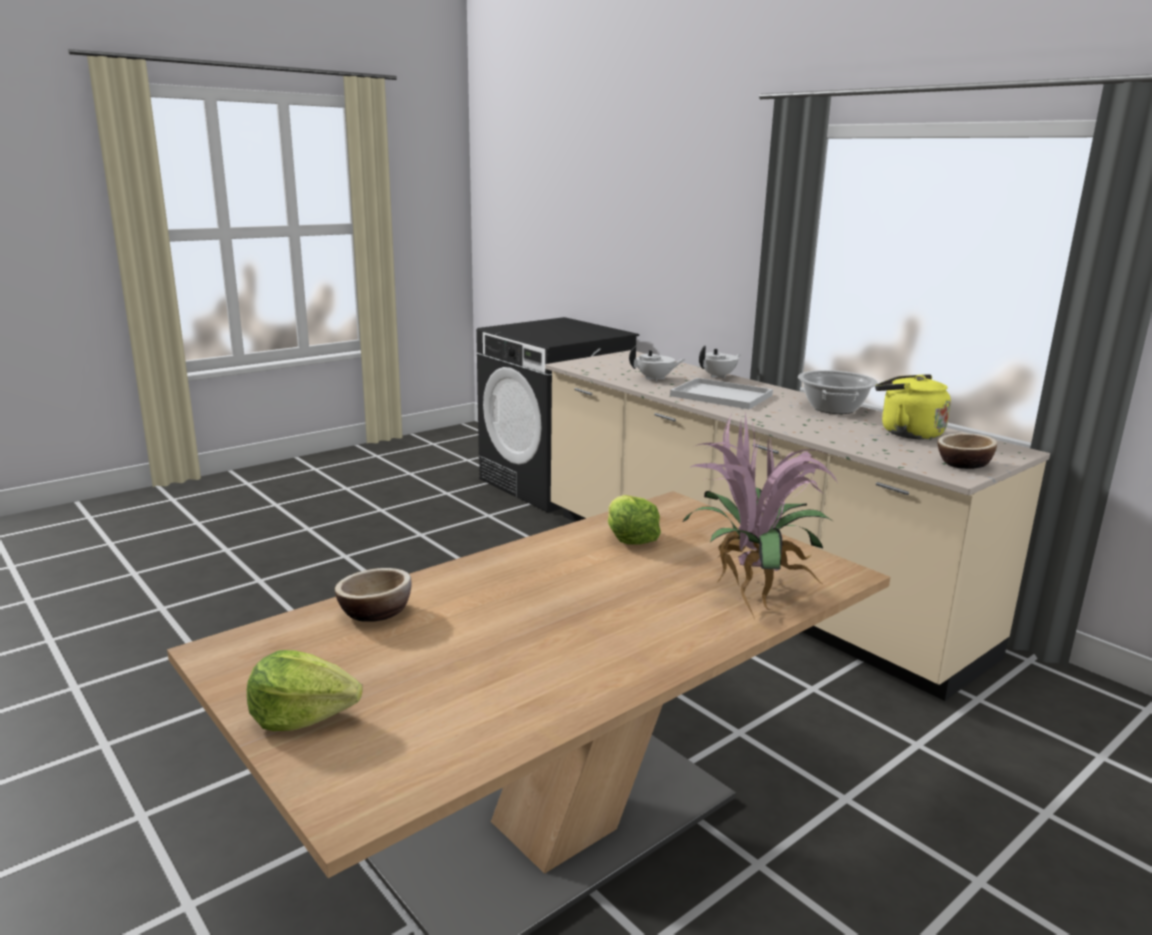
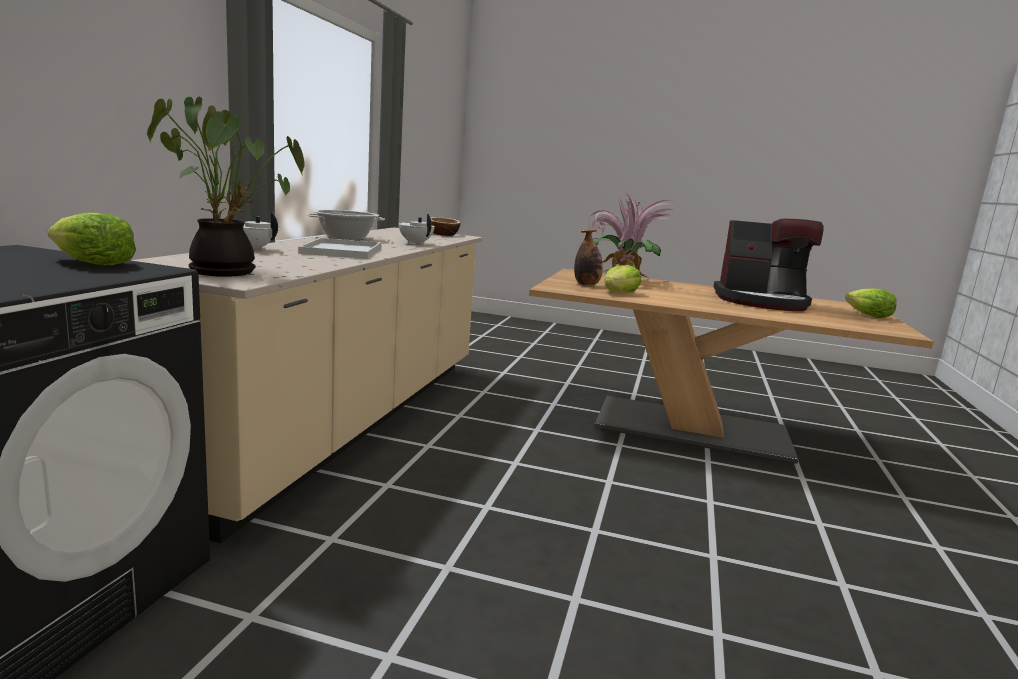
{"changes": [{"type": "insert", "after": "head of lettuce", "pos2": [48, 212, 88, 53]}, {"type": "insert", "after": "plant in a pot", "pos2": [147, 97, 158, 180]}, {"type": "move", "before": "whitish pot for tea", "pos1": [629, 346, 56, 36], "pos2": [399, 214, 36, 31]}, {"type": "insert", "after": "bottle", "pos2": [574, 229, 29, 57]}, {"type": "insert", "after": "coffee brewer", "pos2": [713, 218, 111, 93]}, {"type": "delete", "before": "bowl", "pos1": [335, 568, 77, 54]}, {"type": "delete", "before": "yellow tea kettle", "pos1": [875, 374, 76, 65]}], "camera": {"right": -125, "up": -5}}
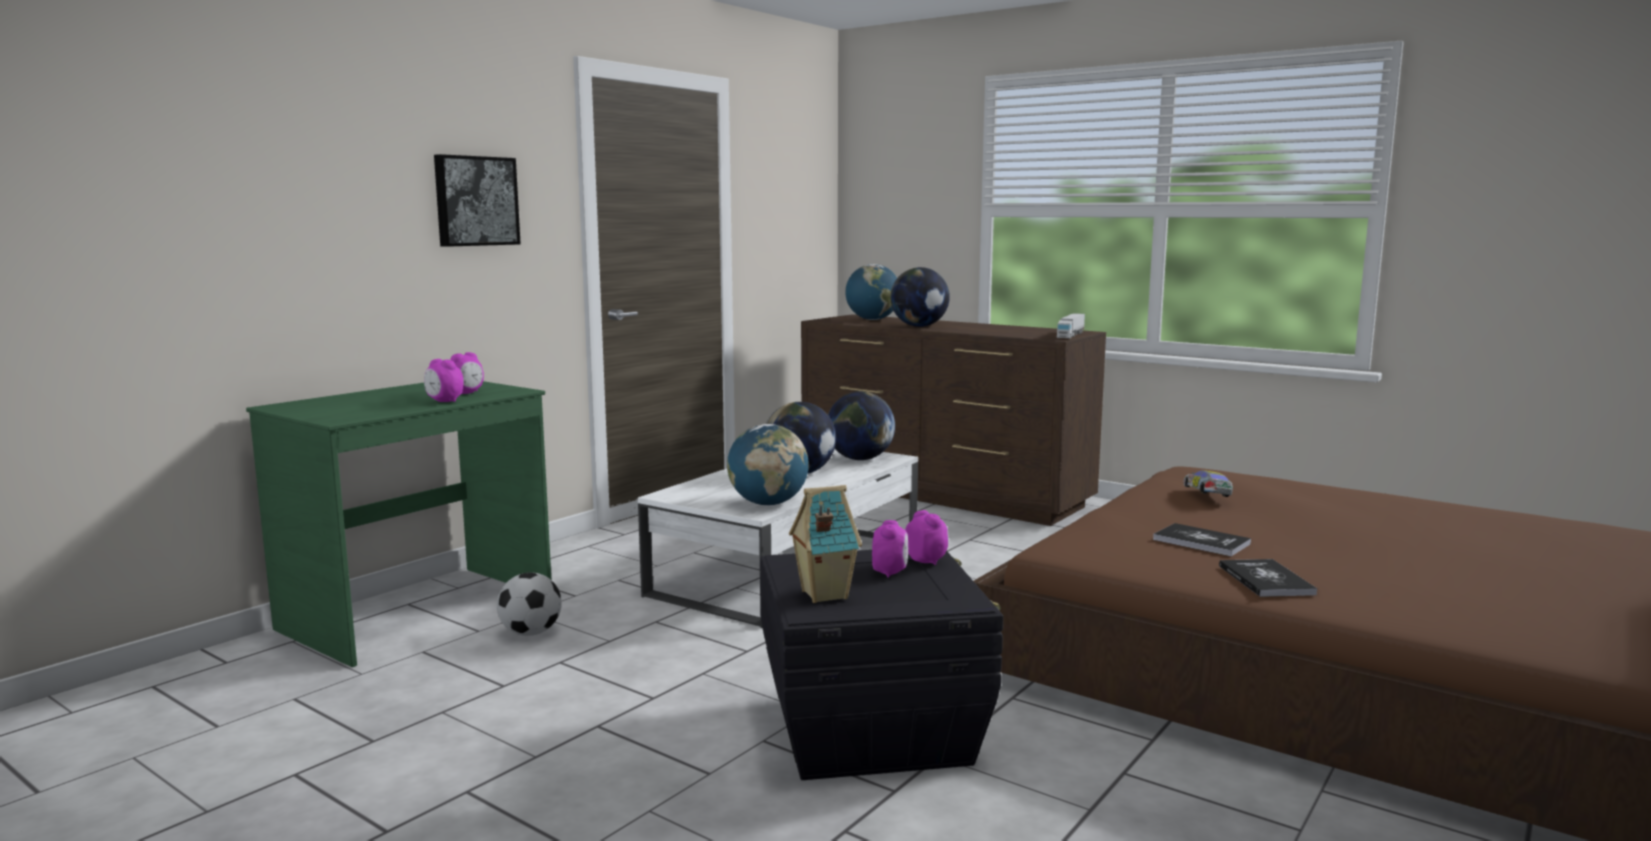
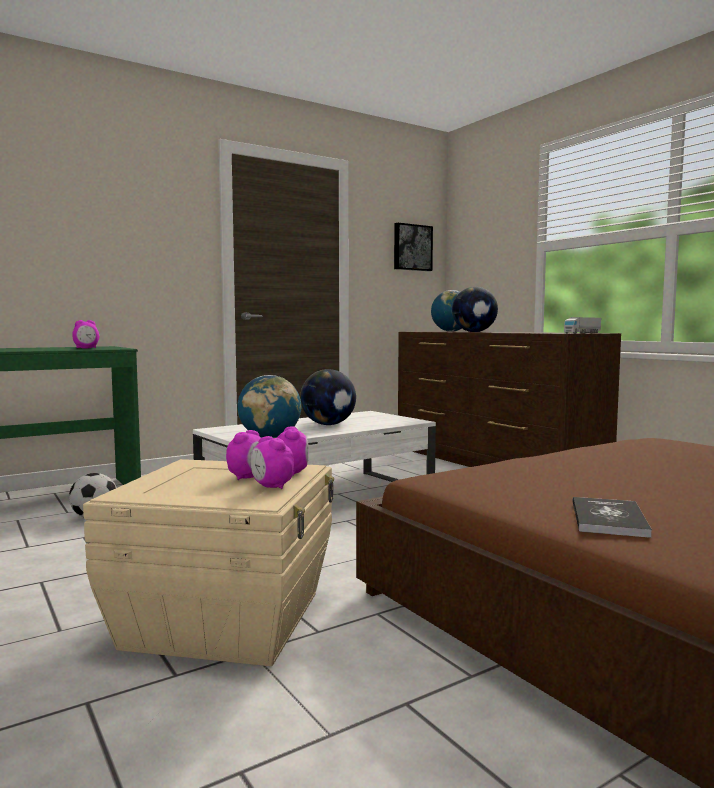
{"changes": [{"type": "recolor", "before": "black storage box", "after": "beige storage box", "pos1": [760, 550, 243, 230], "pos2": [83, 459, 251, 207]}, {"type": "move", "before": "table clock", "pos1": [424, 359, 40, 43], "pos2": [251, 436, 43, 53]}, {"type": "move", "before": "picture", "pos1": [434, 154, 87, 93], "pos2": [394, 223, 39, 48]}, {"type": "delete", "before": "model house", "pos1": [789, 485, 73, 118]}, {"type": "delete", "before": "globe", "pos1": [828, 391, 67, 69]}, {"type": "delete", "before": "book", "pos1": [1153, 523, 98, 33]}, {"type": "delete", "before": "model car", "pos1": [1184, 470, 49, 27]}], "camera": {"right": 20, "up": -5}}
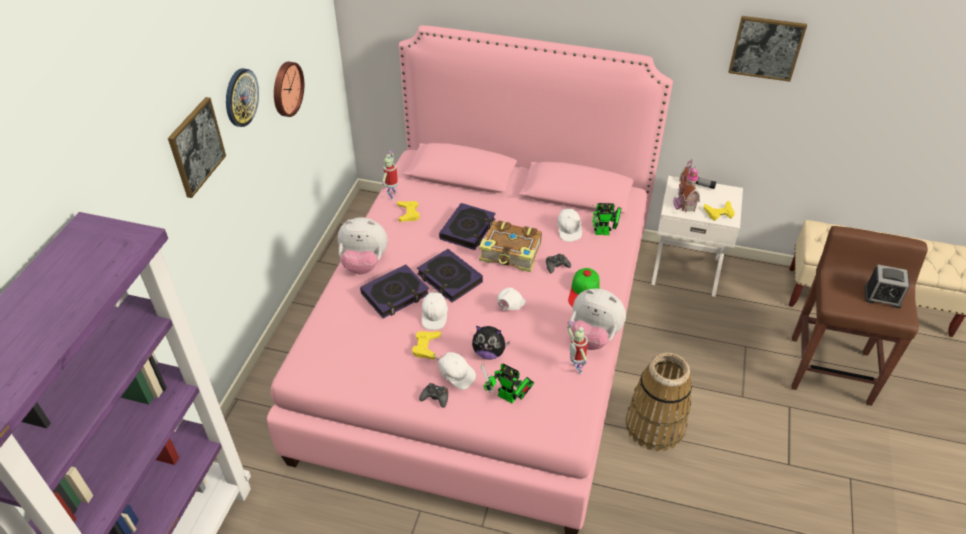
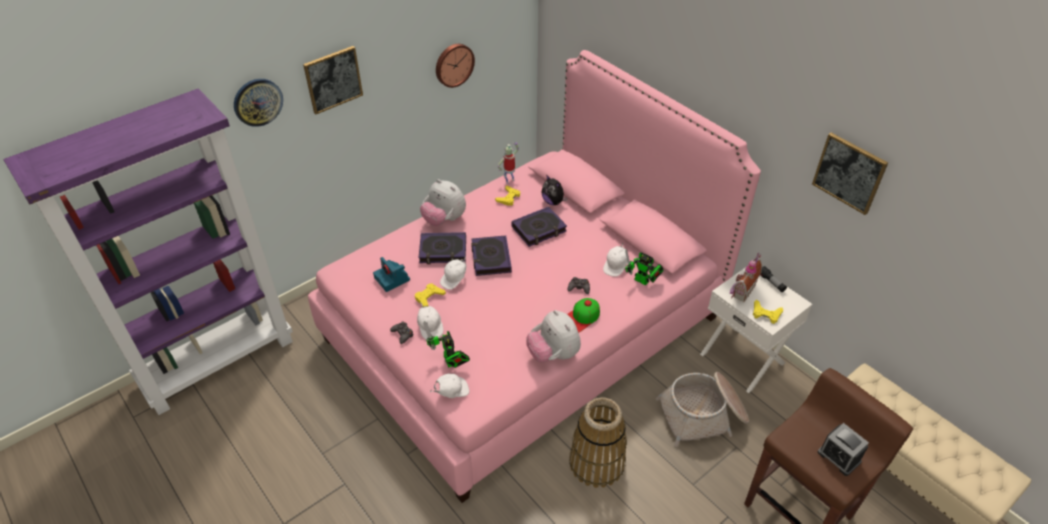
{"changes": [{"type": "move", "before": "wall clock", "pos1": [226, 68, 33, 59], "pos2": [234, 79, 49, 48]}, {"type": "insert", "after": "still camera", "pos2": [373, 257, 37, 35]}, {"type": "move", "before": "whitish peaked cap", "pos1": [497, 287, 29, 23], "pos2": [430, 374, 39, 24]}, {"type": "move", "before": "plush toy", "pos1": [472, 325, 38, 35], "pos2": [541, 175, 27, 30]}, {"type": "insert", "after": "household basket", "pos2": [656, 372, 93, 75]}, {"type": "delete", "before": "book", "pos1": [479, 220, 63, 52]}, {"type": "delete", "before": "model robot", "pos1": [567, 321, 21, 53]}], "camera": {"right": 35, "up": 0}}
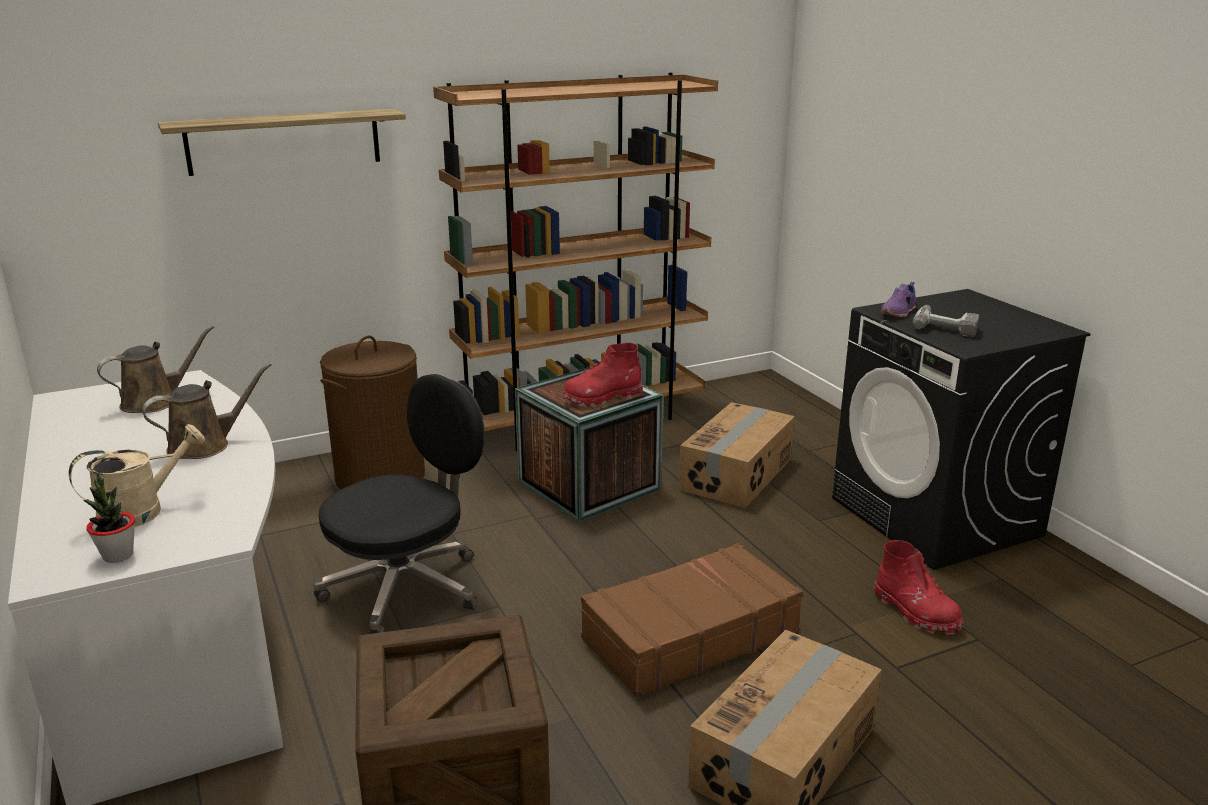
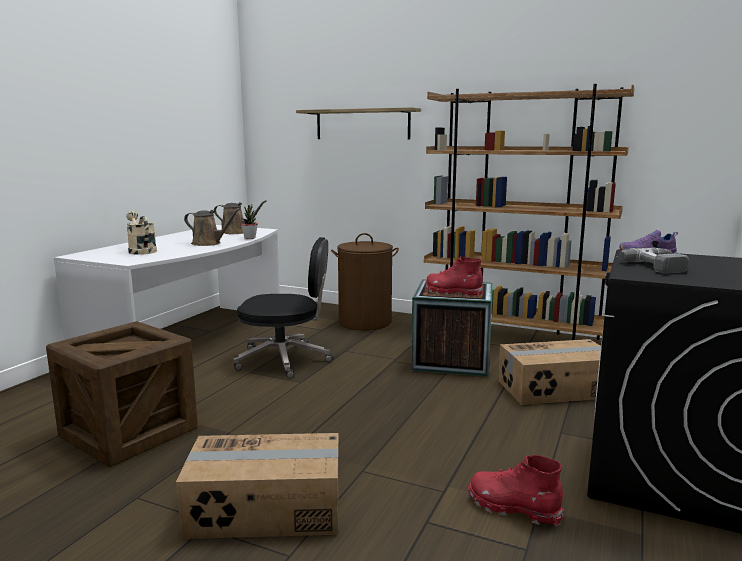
{"changes": [{"type": "rotate", "before": "beige watering can", "pos1": [69, 424, 136, 103], "pos2": [126, 211, 31, 44], "turn": -135}, {"type": "move", "before": "plant in a pot", "pos1": [84, 472, 51, 91], "pos2": [241, 205, 17, 34]}, {"type": "rotate", "before": "red-coloured tall boot", "pos1": [874, 540, 90, 95], "pos2": [468, 455, 96, 72], "turn": 105}, {"type": "delete", "before": "brownish travel case", "pos1": [581, 543, 222, 155]}], "camera": {"right": 50, "up": -10}}
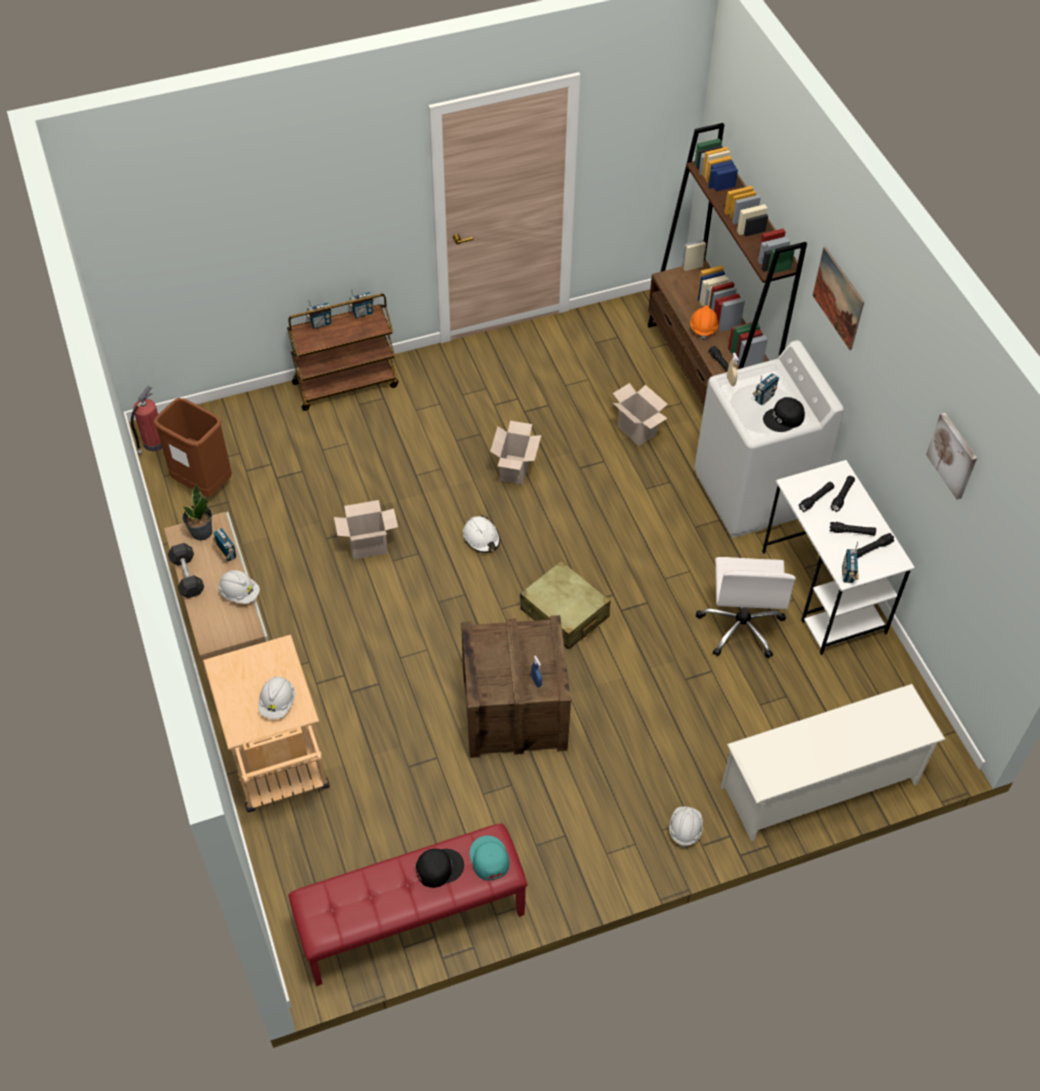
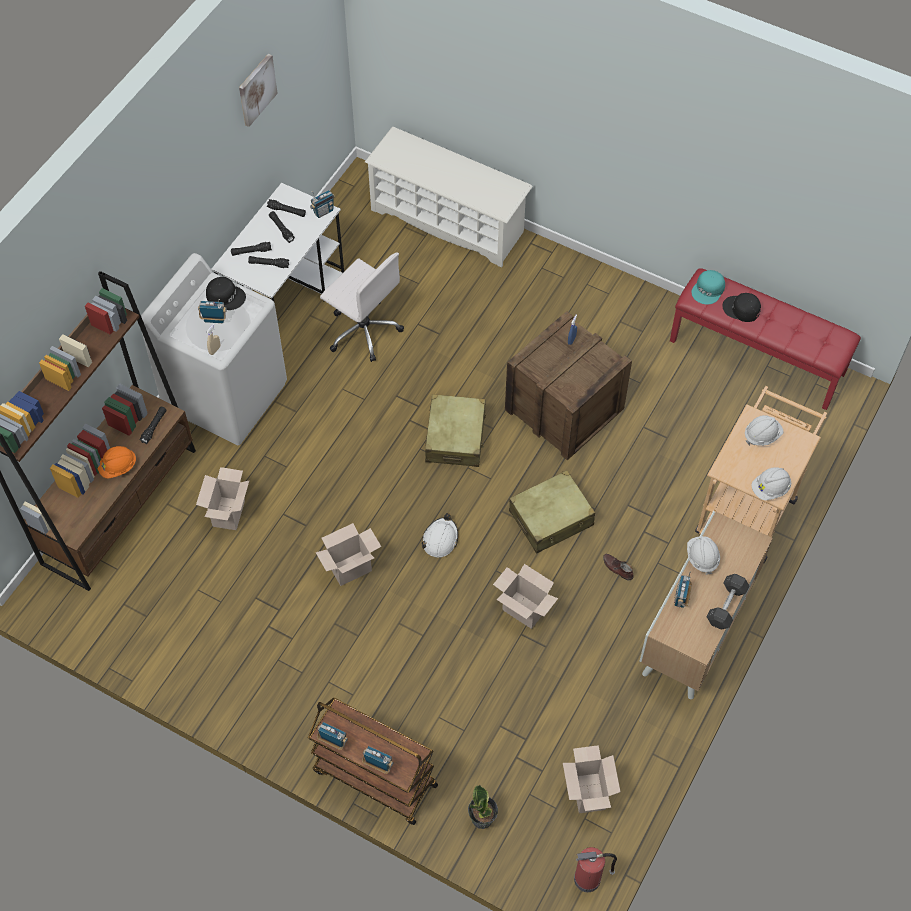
{"changes": [{"type": "rotate", "before": "whitish desk chair", "pos1": [696, 557, 100, 101], "pos2": [320, 253, 84, 109], "turn": 75}, {"type": "move", "before": "plant in a pot", "pos1": [182, 484, 30, 56], "pos2": [468, 785, 30, 44]}, {"type": "insert", "after": "beige travel case", "pos2": [509, 470, 86, 83]}, {"type": "replace", "before": "brownish waste bin", "after": "cardboard box", "pos1": [153, 398, 79, 98], "pos2": [563, 745, 58, 68]}, {"type": "insert", "after": "brownish shoe", "pos2": [603, 554, 31, 27]}, {"type": "move", "before": "whitish hard hat", "pos1": [669, 807, 34, 41], "pos2": [752, 467, 39, 33]}, {"type": "delete", "before": "picture", "pos1": [813, 247, 51, 103]}], "camera": {"right": -130, "up": 5}}
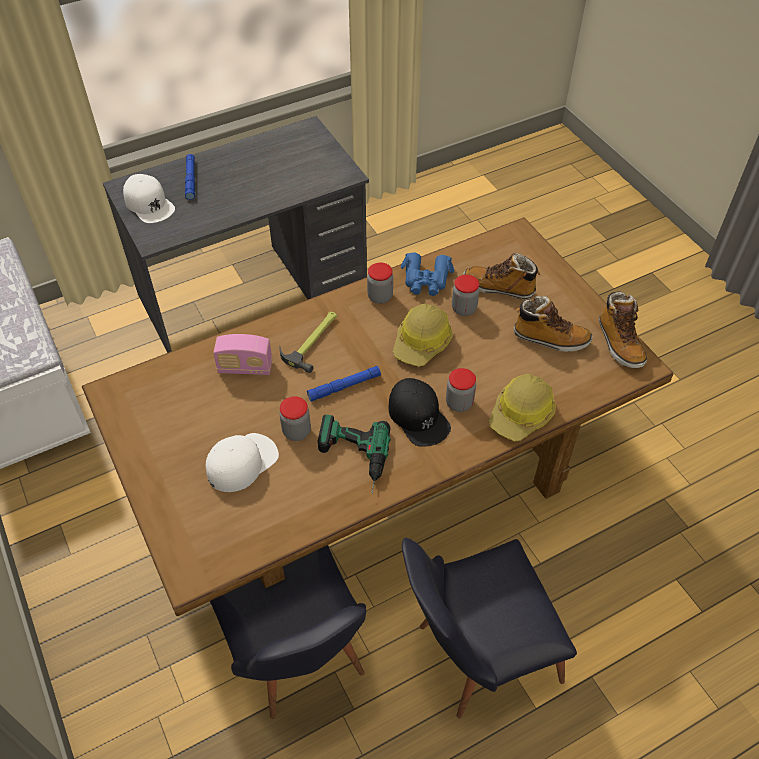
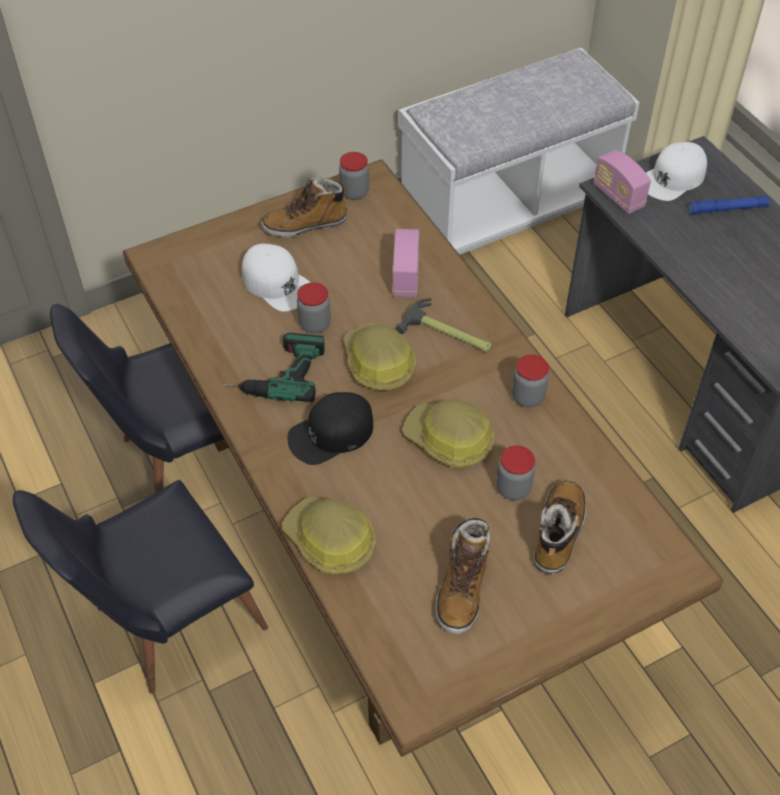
{"changes": [{"type": "rotate", "before": "black plain chair", "pos1": [402, 538, 175, 180], "pos2": [13, 480, 255, 214], "turn": -105}, {"type": "move", "before": "tall boot", "pos1": [599, 291, 48, 77], "pos2": [262, 177, 85, 60]}, {"type": "move", "before": "jar", "pos1": [446, 368, 30, 44], "pos2": [339, 152, 30, 48]}, {"type": "replace", "before": "blue-coloured torch", "after": "hard hat", "pos1": [307, 366, 74, 36], "pos2": [343, 323, 73, 67]}, {"type": "insert", "after": "radio set", "pos2": [593, 150, 58, 64]}, {"type": "delete", "before": "blue-coloured pair of binoculars", "pos1": [401, 253, 53, 43]}], "camera": {"right": 90, "up": 0}}
